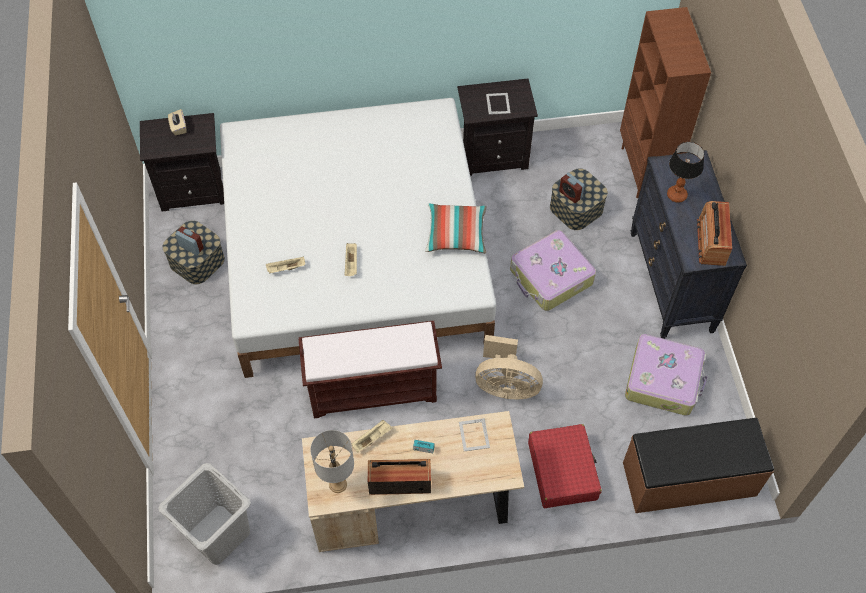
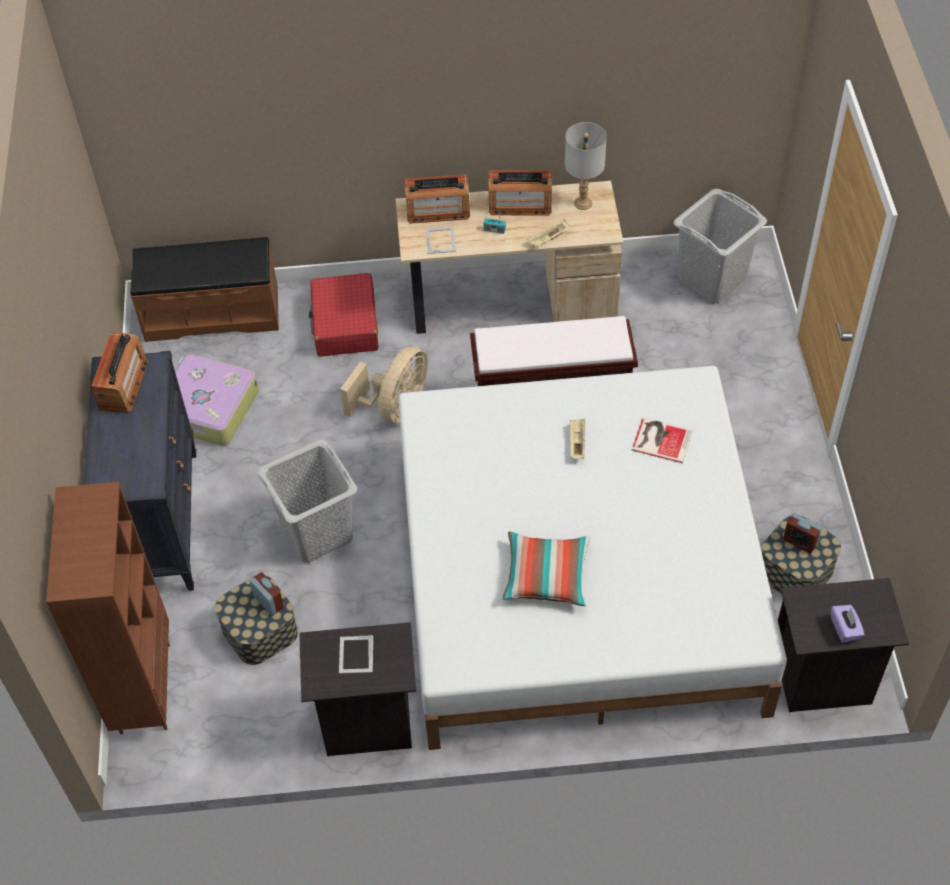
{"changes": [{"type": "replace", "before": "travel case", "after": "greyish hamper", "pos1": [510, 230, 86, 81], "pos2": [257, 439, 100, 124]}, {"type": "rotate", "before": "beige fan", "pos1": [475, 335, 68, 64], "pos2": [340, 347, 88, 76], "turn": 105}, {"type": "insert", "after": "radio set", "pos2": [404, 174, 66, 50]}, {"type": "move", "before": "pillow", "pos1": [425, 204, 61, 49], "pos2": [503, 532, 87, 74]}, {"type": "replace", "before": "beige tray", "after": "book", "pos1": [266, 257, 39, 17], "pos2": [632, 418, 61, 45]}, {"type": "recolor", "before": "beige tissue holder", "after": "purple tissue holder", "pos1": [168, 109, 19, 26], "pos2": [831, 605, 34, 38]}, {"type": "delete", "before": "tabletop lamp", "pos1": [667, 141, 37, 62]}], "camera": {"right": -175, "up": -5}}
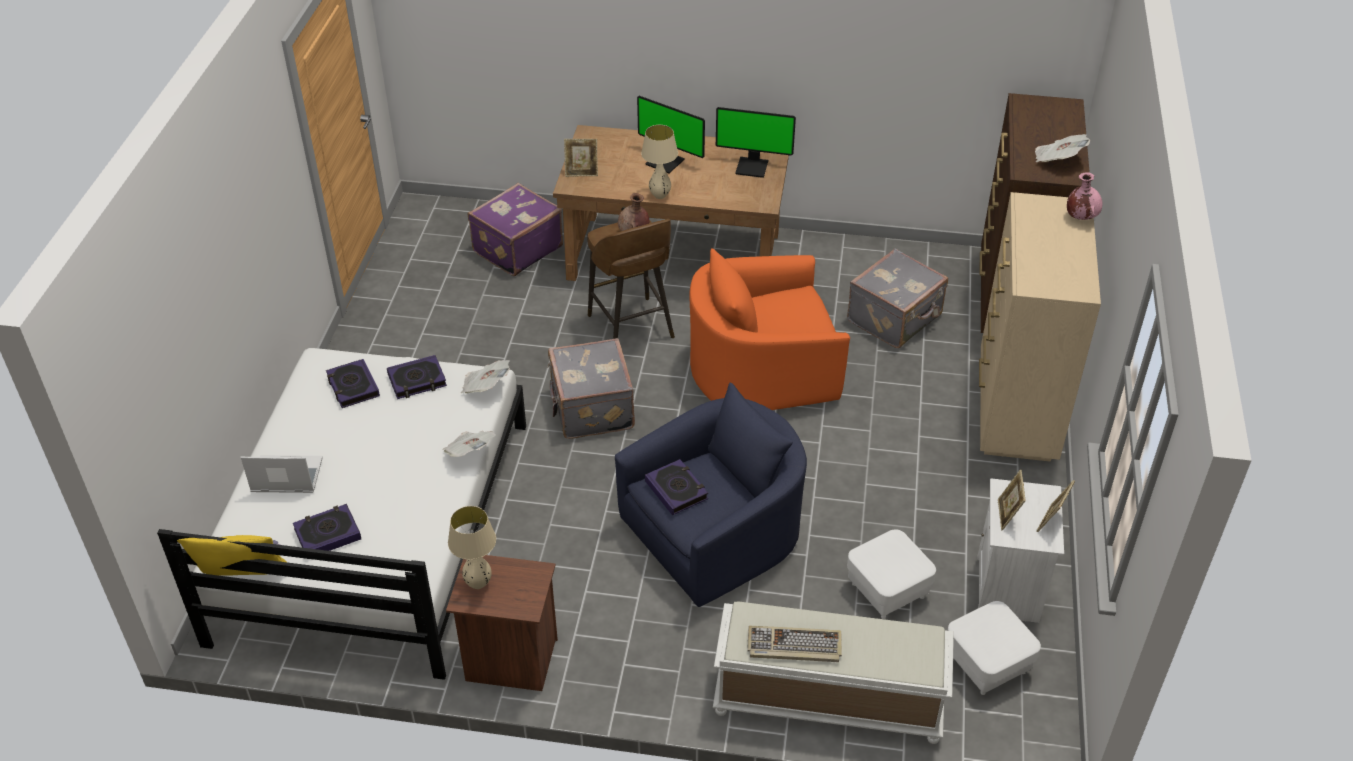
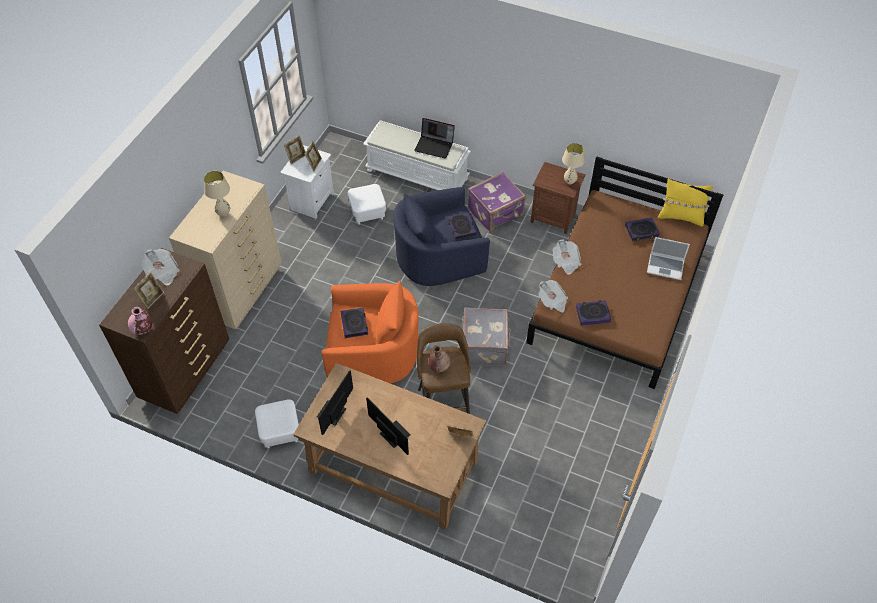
{"changes": [{"type": "move", "before": "pink flower vase", "pos1": [1067, 172, 36, 48], "pos2": [128, 307, 24, 28]}, {"type": "insert", "after": "photo frame", "pos2": [133, 272, 31, 37]}, {"type": "move", "before": "beige tabletop lamp", "pos1": [641, 125, 37, 74], "pos2": [204, 171, 26, 46]}, {"type": "move", "before": "whitish footrest", "pos1": [947, 601, 94, 94], "pos2": [255, 399, 44, 49]}, {"type": "rotate", "before": "computer display", "pos1": [716, 107, 80, 71], "pos2": [317, 371, 36, 64], "turn": -90}, {"type": "move", "before": "book", "pos1": [326, 359, 54, 49], "pos2": [340, 308, 28, 30]}, {"type": "replace", "before": "PC keyboard", "after": "laptop", "pos1": [747, 626, 95, 36], "pos2": [414, 118, 41, 40]}, {"type": "move", "before": "purple travel case", "pos1": [468, 183, 95, 93], "pos2": [468, 172, 58, 60]}, {"type": "recolor", "before": "whitish sleeping bed", "after": "brownish sleeping bed", "pos1": [157, 348, 369, 332], "pos2": [526, 156, 197, 233]}, {"type": "delete", "before": "greyish travel case", "pos1": [847, 248, 101, 100]}], "camera": {"right": -165, "up": 10}}
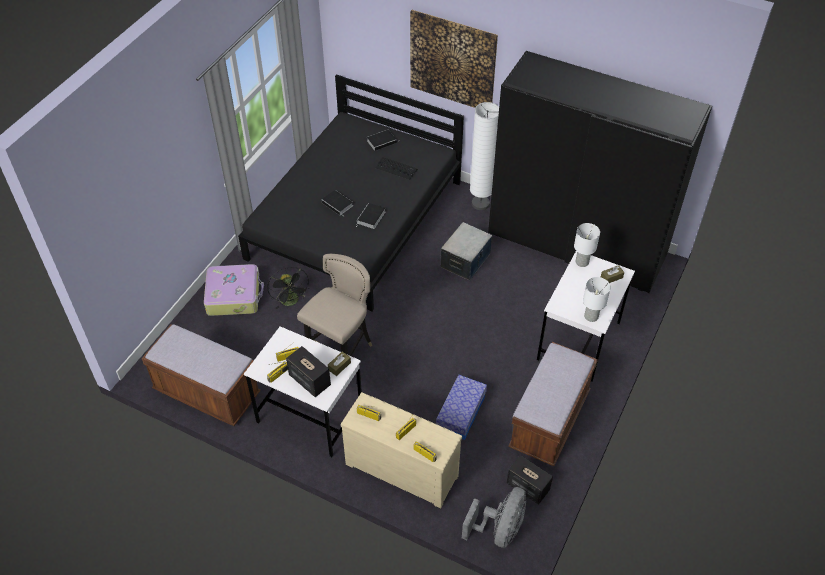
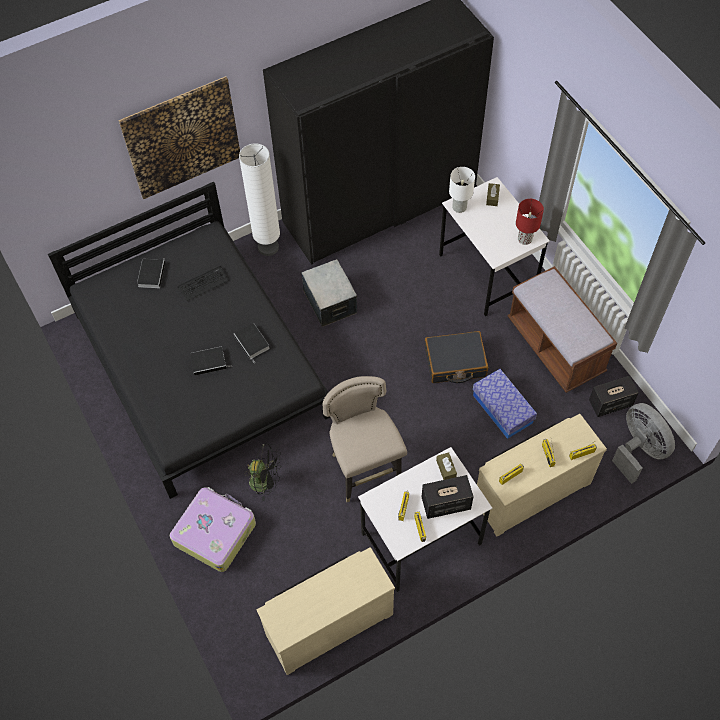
{"changes": [{"type": "replace", "before": "brownish long seat", "after": "beige chest of drawers", "pos1": [142, 324, 119, 102], "pos2": [257, 547, 138, 128]}, {"type": "insert", "after": "black travel case", "pos2": [425, 331, 63, 52]}, {"type": "recolor", "before": "whitish tabletop lamp", "after": "red-coloured tabletop lamp", "pos1": [583, 277, 28, 45], "pos2": [516, 199, 28, 46]}], "camera": {"right": -55, "up": 10}}
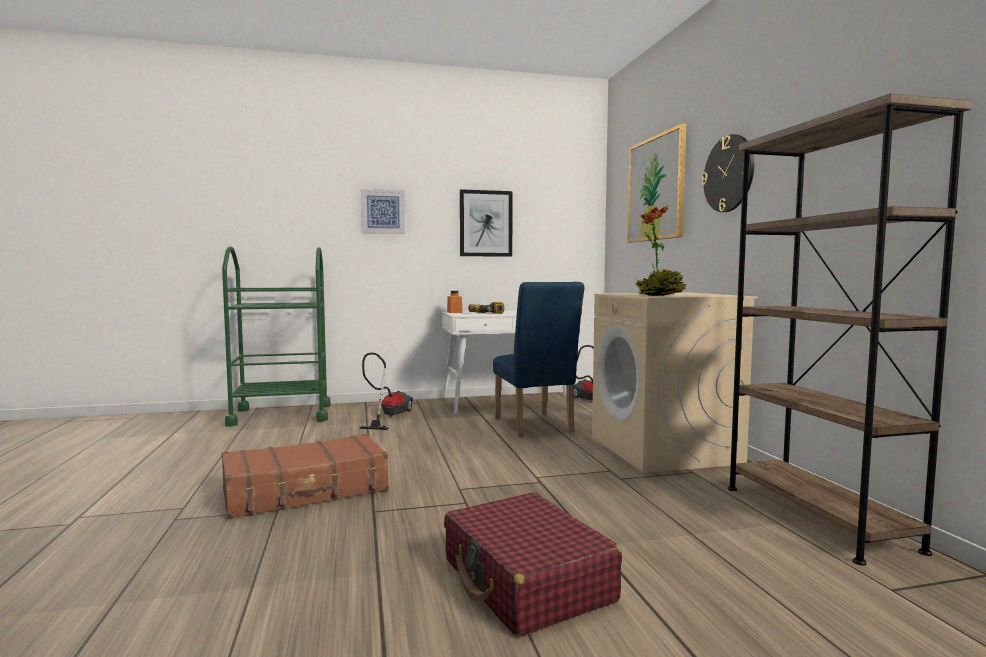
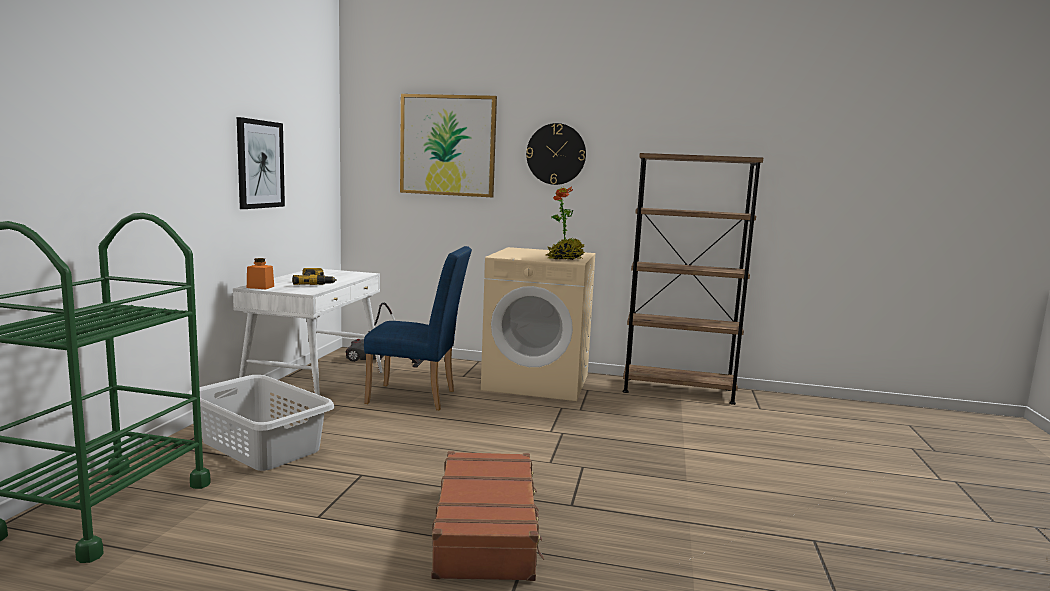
{"changes": [{"type": "replace", "before": "vacuum cleaner", "after": "greyish hamper", "pos1": [359, 353, 54, 77], "pos2": [187, 375, 148, 96]}, {"type": "delete", "before": "picture", "pos1": [361, 189, 44, 45]}, {"type": "delete", "before": "red-coloured travel case", "pos1": [444, 492, 178, 145]}], "camera": {"right": -65, "up": 5}}
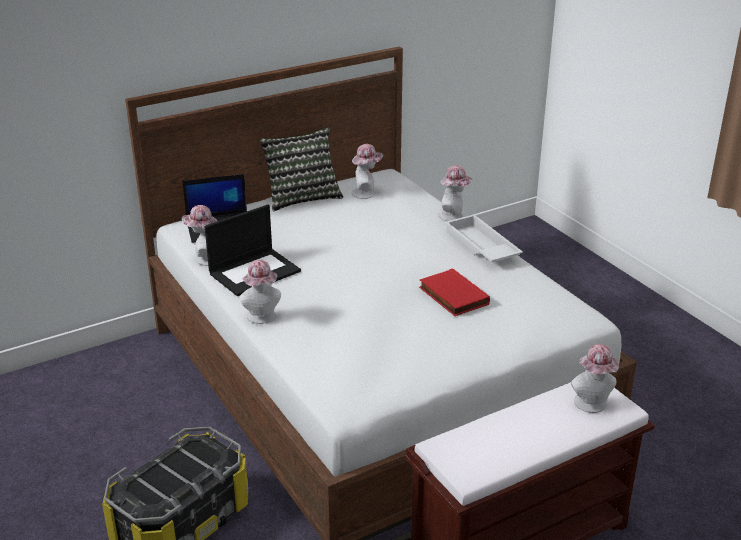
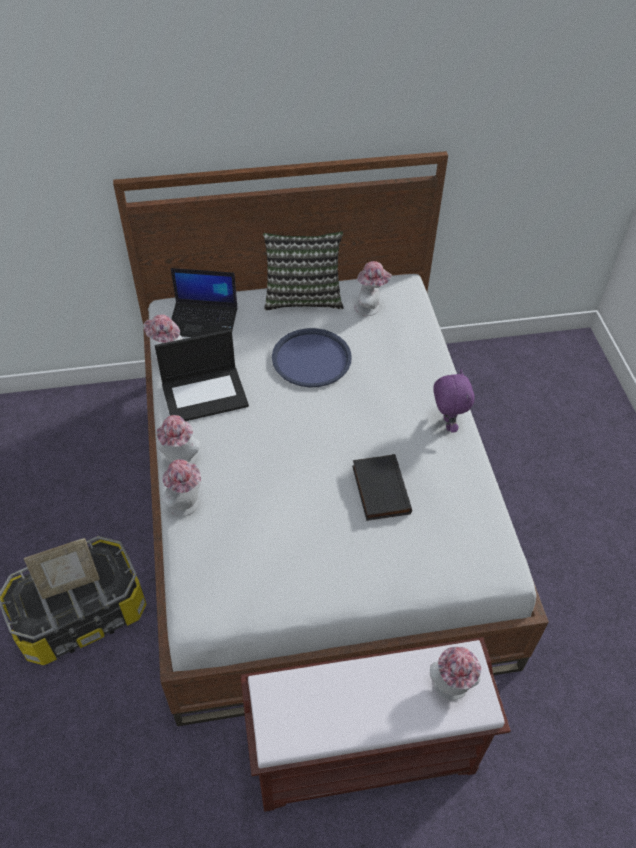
{"changes": [{"type": "insert", "after": "photo frame", "pos2": [24, 538, 76, 61]}, {"type": "move", "before": "hat", "pos1": [438, 165, 35, 56], "pos2": [161, 459, 40, 57]}, {"type": "insert", "after": "blue-coloured tray", "pos2": [272, 328, 80, 59]}, {"type": "recolor", "before": "red-coloured book", "after": "black book", "pos1": [419, 268, 71, 48], "pos2": [352, 454, 60, 67]}, {"type": "replace", "before": "whitish tray", "after": "purple plush toy", "pos1": [444, 215, 79, 47], "pos2": [433, 370, 42, 63]}], "camera": {"right": 20, "up": 20}}
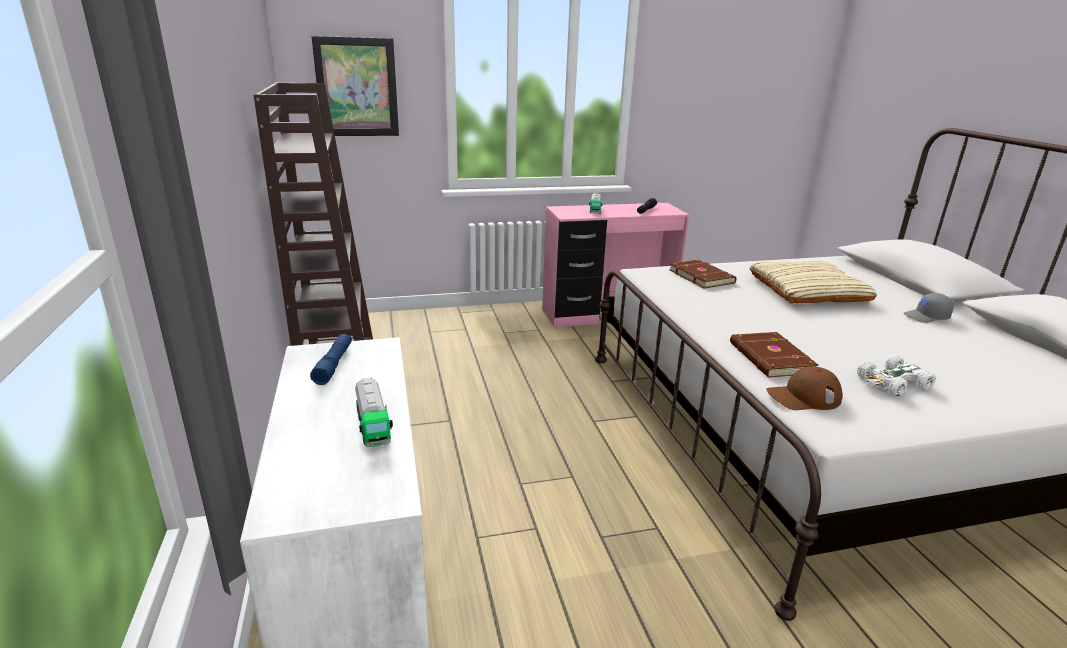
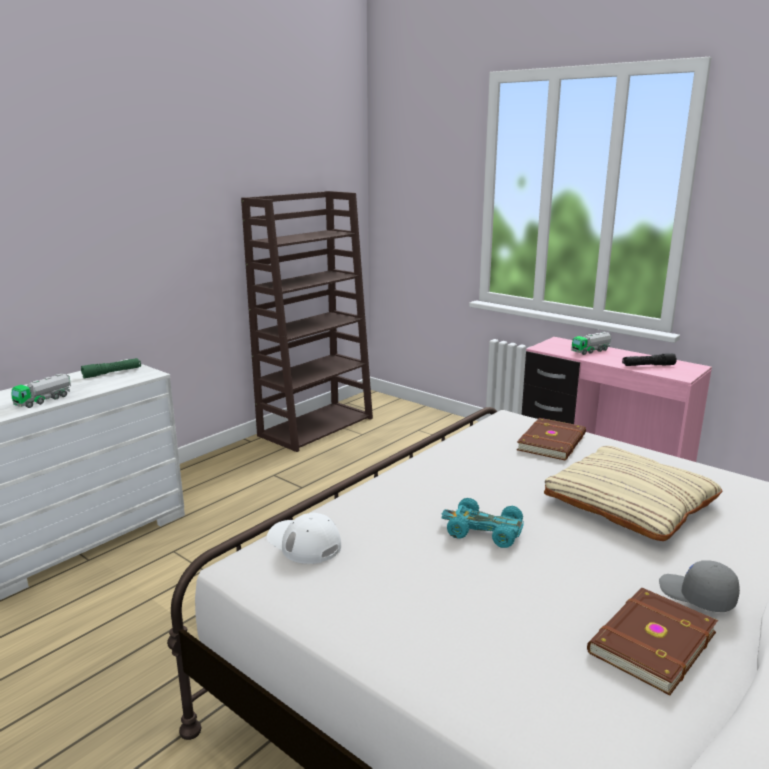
{"changes": [{"type": "recolor", "before": "blue-coloured torch", "after": "green-coloured torch", "pos1": [310, 334, 42, 51], "pos2": [81, 358, 60, 20]}, {"type": "recolor", "before": "brownish peaked cap", "after": "whitish peaked cap", "pos1": [766, 366, 77, 44], "pos2": [267, 512, 74, 52]}, {"type": "insert", "after": "turquoise model car", "pos2": [441, 498, 83, 50]}, {"type": "move", "before": "brownish book", "pos1": [730, 332, 89, 45], "pos2": [587, 588, 131, 107]}, {"type": "delete", "before": "picture", "pos1": [312, 36, 87, 100]}, {"type": "delete", "before": "whitish model car", "pos1": [857, 355, 79, 42]}], "camera": {"right": 55, "up": -5}}
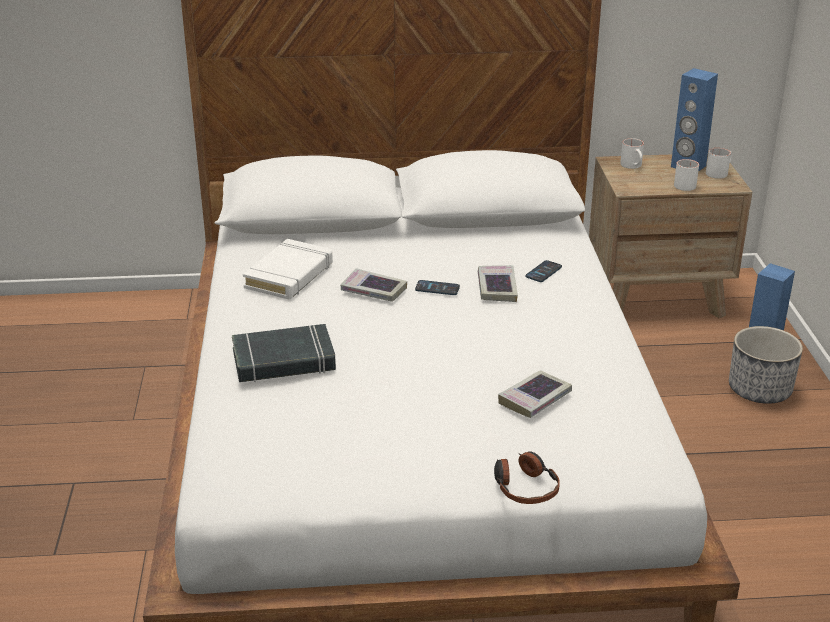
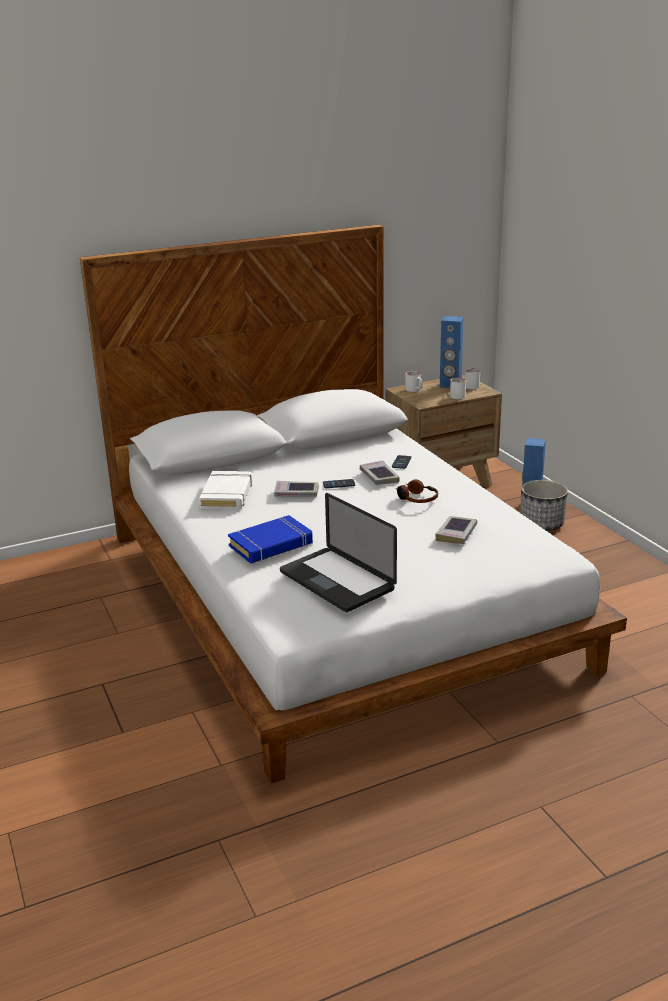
{"changes": [{"type": "recolor", "before": "black book", "after": "blue-coloured book", "pos1": [232, 324, 104, 58], "pos2": [228, 515, 85, 49]}, {"type": "insert", "after": "laptop", "pos2": [280, 493, 117, 119]}, {"type": "move", "before": "pair of headphones", "pos1": [494, 451, 66, 53], "pos2": [396, 479, 42, 24]}], "camera": {"right": -20, "up": -5}}
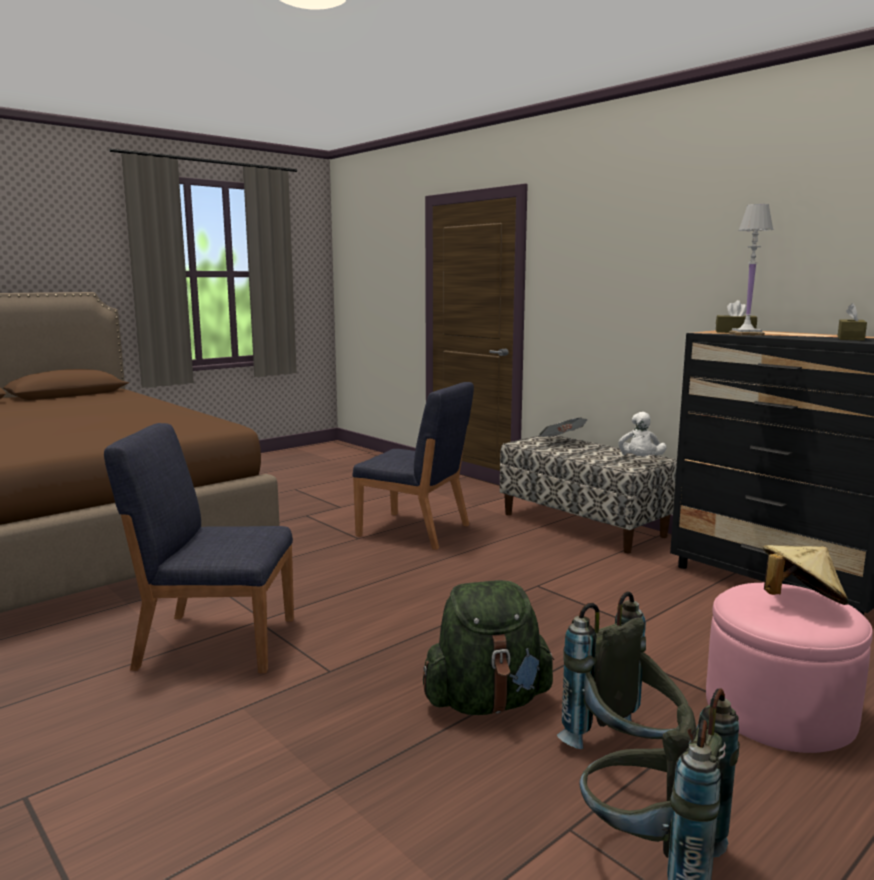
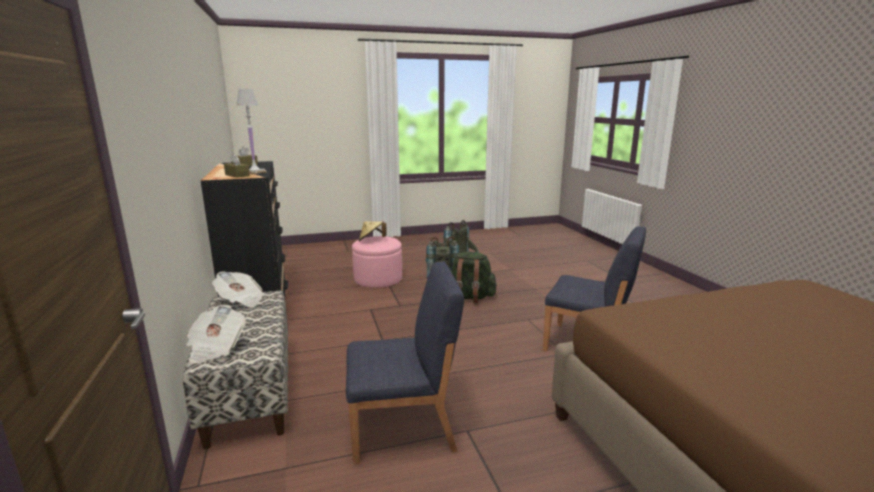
{"changes": [{"type": "replace", "before": "whitish plush toy", "after": "printed paper", "pos1": [619, 412, 48, 44], "pos2": [212, 271, 53, 36]}, {"type": "rotate", "before": "blue-coloured plain chair", "pos1": [352, 382, 122, 168], "pos2": [346, 261, 118, 203], "turn": 120}], "camera": {"right": -155, "up": 5}}
